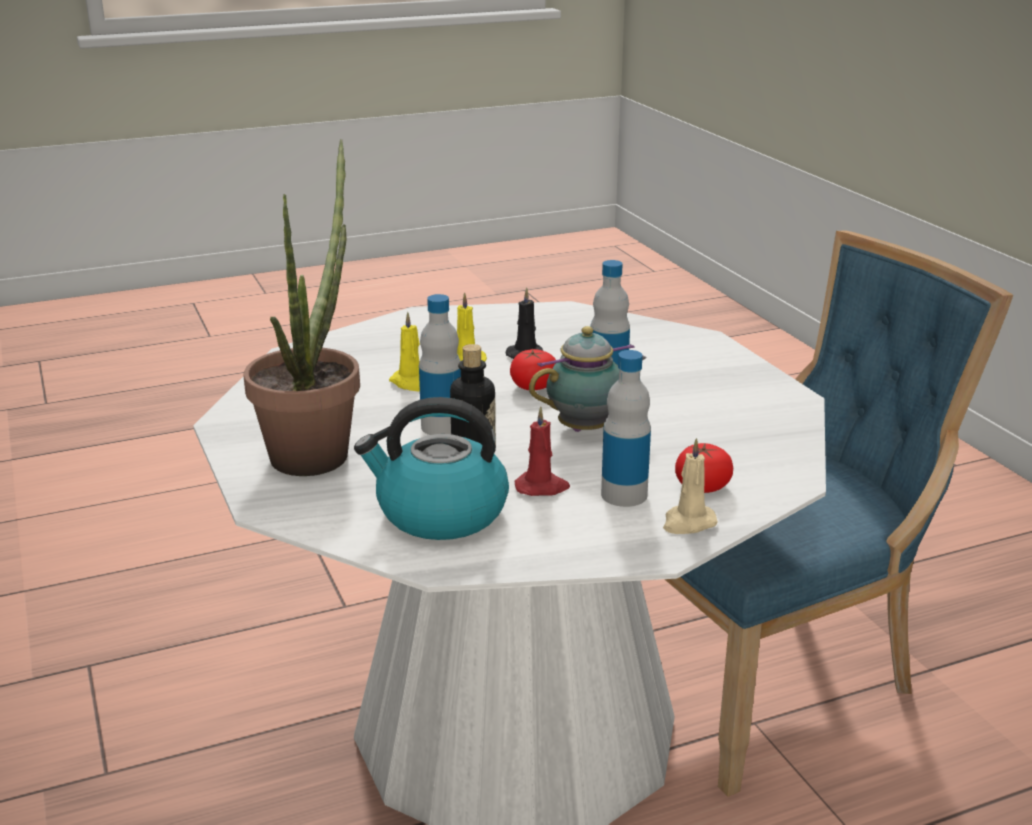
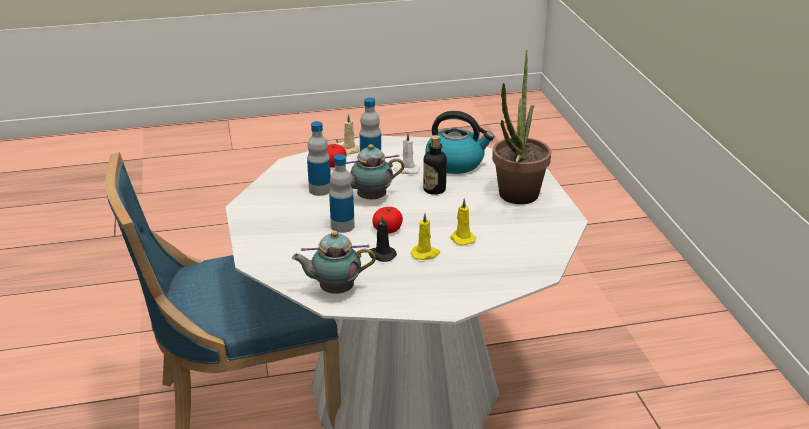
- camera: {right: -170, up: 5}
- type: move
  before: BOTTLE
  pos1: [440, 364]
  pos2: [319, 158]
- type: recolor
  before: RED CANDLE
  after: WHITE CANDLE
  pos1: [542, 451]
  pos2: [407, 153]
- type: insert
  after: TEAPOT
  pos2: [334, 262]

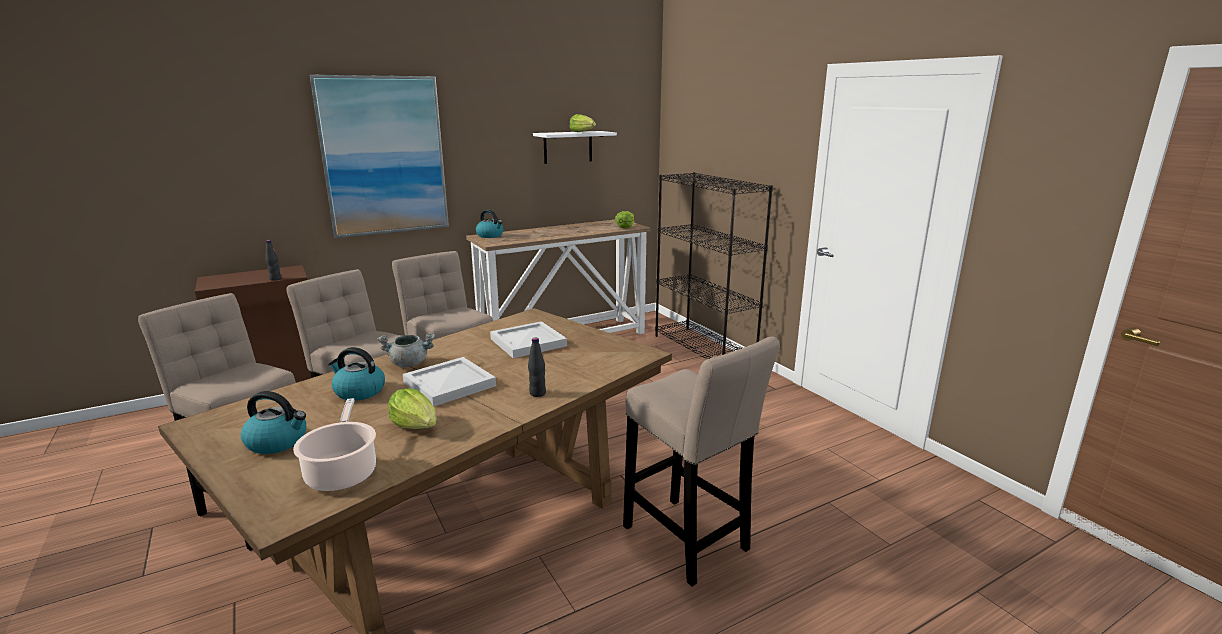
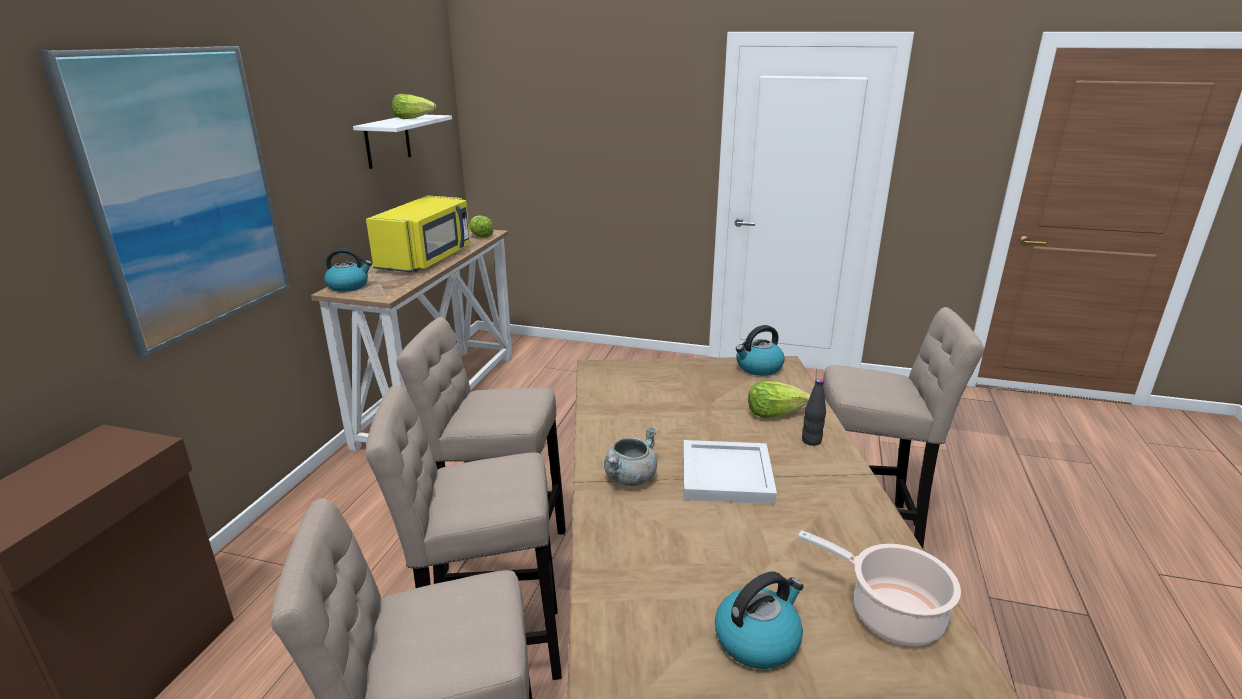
- camera: {right: -45, up: 5}
- type: delete
  before: BLACK BOTTLE
  pos1: [274, 260]
- type: move
  before: KETTLE
  pos1: [356, 374]
  pos2: [760, 350]
- type: move
  before: LETTUCE
  pos1: [412, 408]
  pos2: [779, 399]
- type: delete
  before: WHITE TRAY
  pos1: [528, 339]
- type: delete
  before: BLACK BOOKCASE
  pos1: [714, 265]
- type: insert
  after: YELLOW MICROWAVE
  pos2: [418, 233]

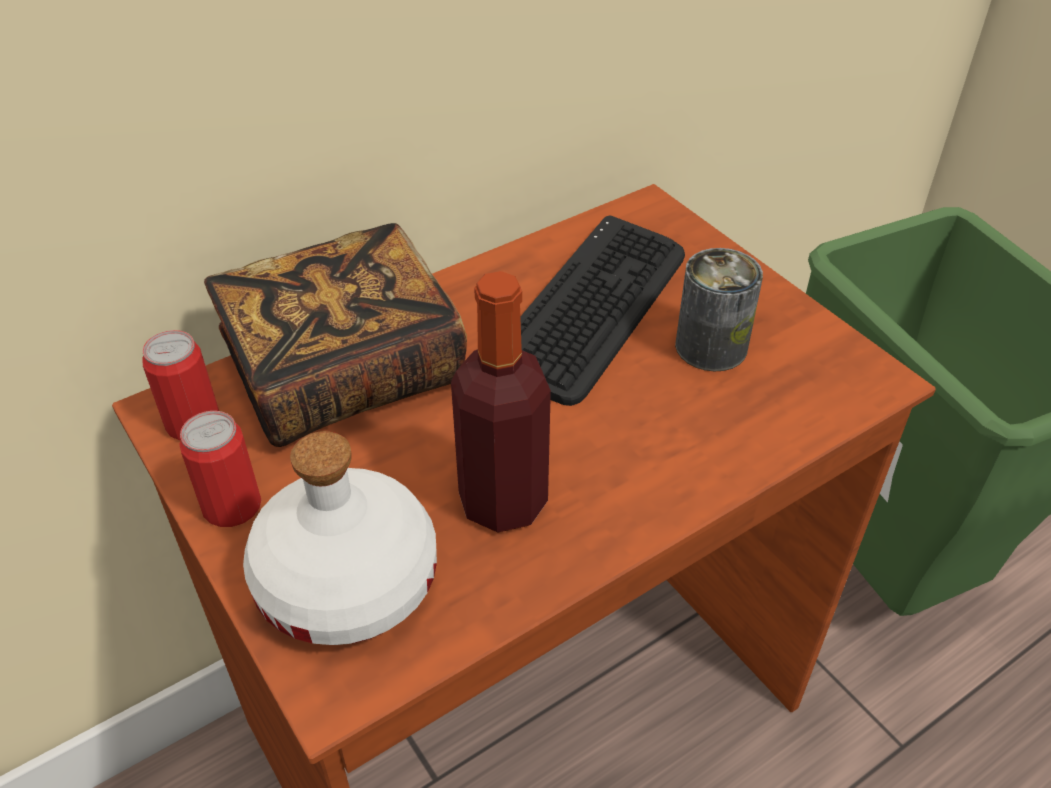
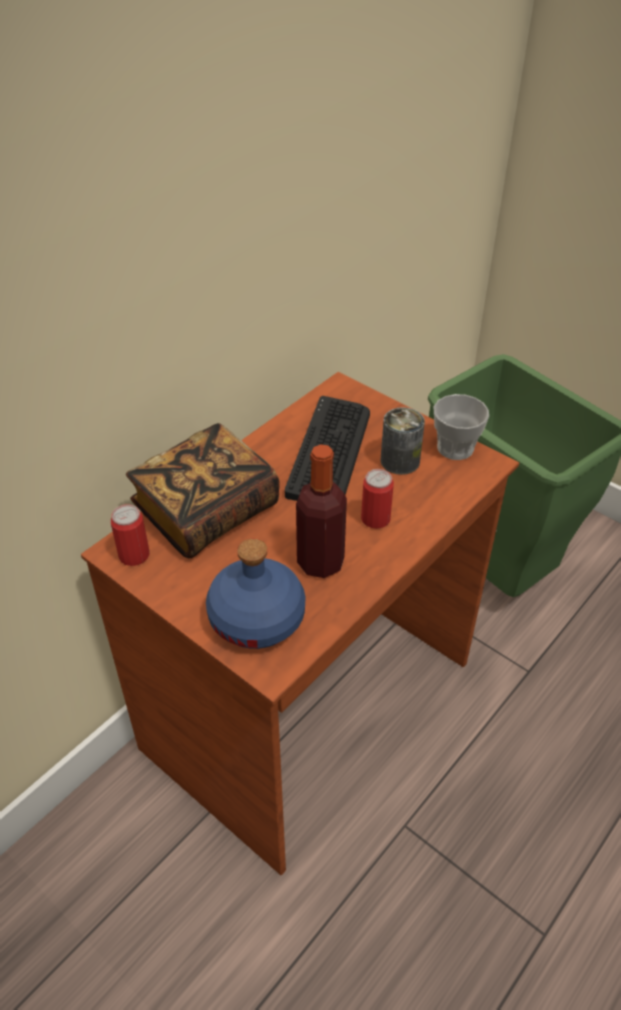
- camera: {right: -15, up: 0}
- type: move
  before: CAN
  pos1: [220, 469]
  pos2: [377, 499]
- type: recolor
  before: WHITE BOTTLE
  after: BLUE BOTTLE
  pos1: [340, 538]
  pos2: [256, 594]
- type: insert
  after: CUP
  pos2: [461, 427]

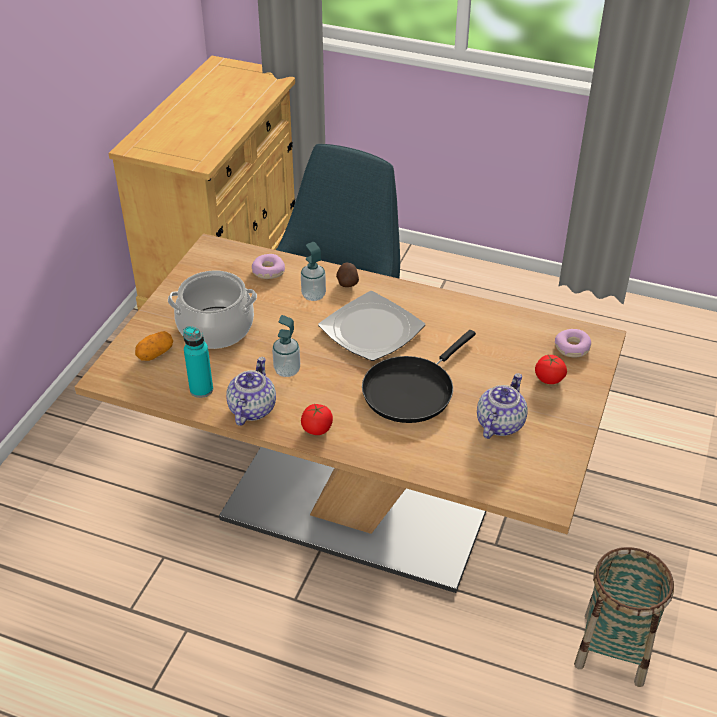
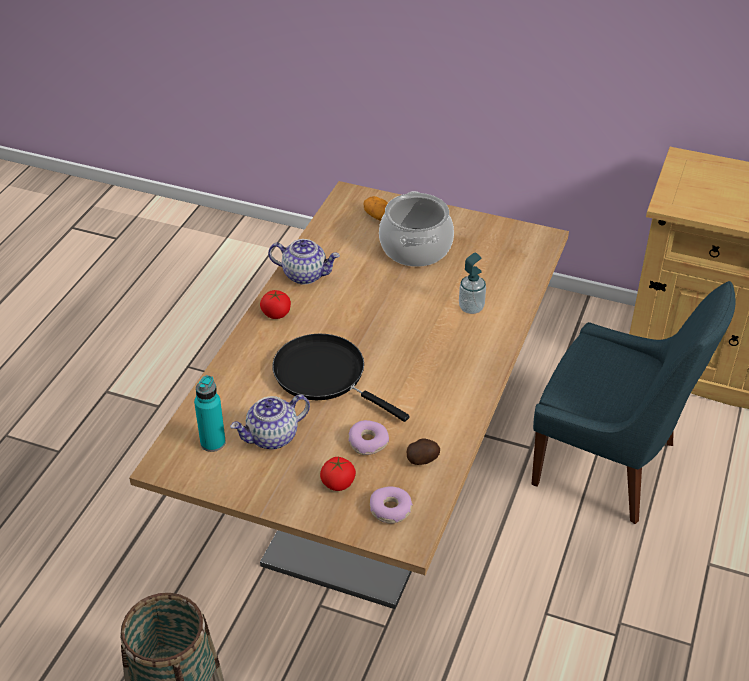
- camera: {right: 90, up: 0}
- type: move
  before: TURQUOISE BOTTLE
  pos1: [198, 362]
  pos2: [210, 413]
- type: move
  before: DONUT
  pos1: [268, 266]
  pos2: [368, 437]
- type: delete
  before: SOAP DISPENSER
  pos1: [286, 346]
- type: delete
  before: PLATE
  pos1: [371, 326]
- type: move
  before: POTATO
  pos1: [347, 275]
  pos2: [423, 451]
- type: rotate
  before: TEAPOT
  pos1: [502, 406]
  pos2: [270, 422]
  turn: 120

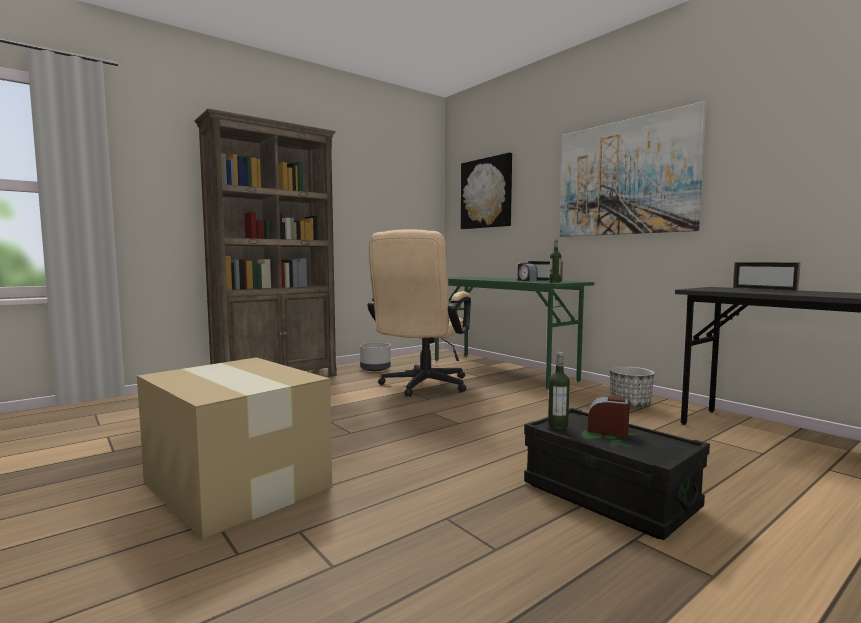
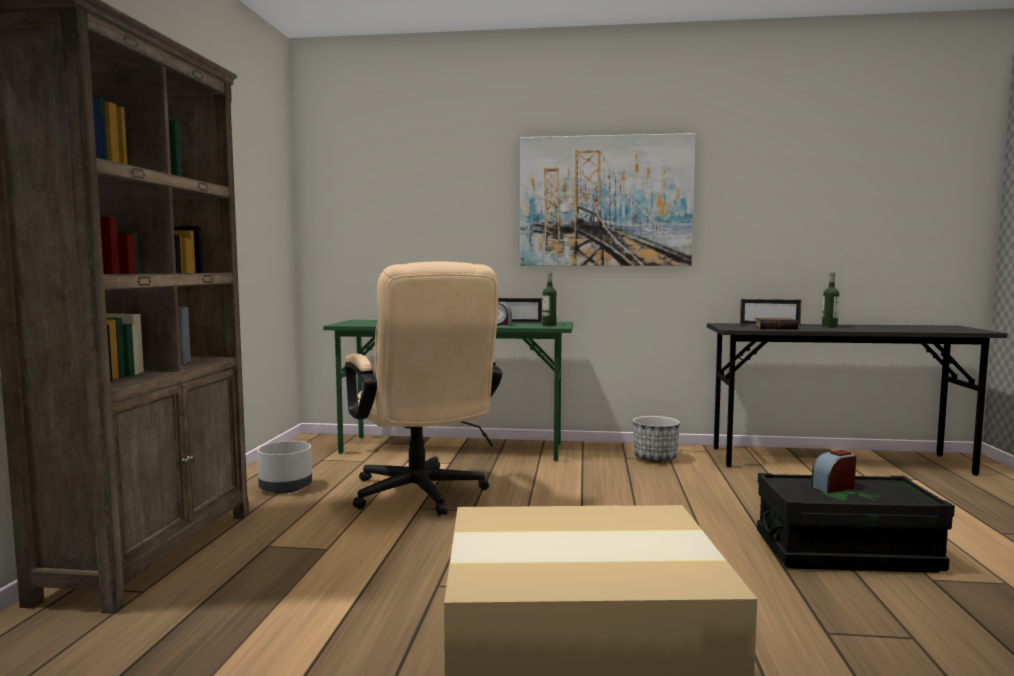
- camera: {right: -45, up: 0}
- type: delete
  before: PICTURE
  pos1: [486, 190]
- type: move
  before: BOTTLE
  pos1: [559, 390]
  pos2: [830, 300]
- type: insert
  after: BOOK
  pos2: [776, 324]

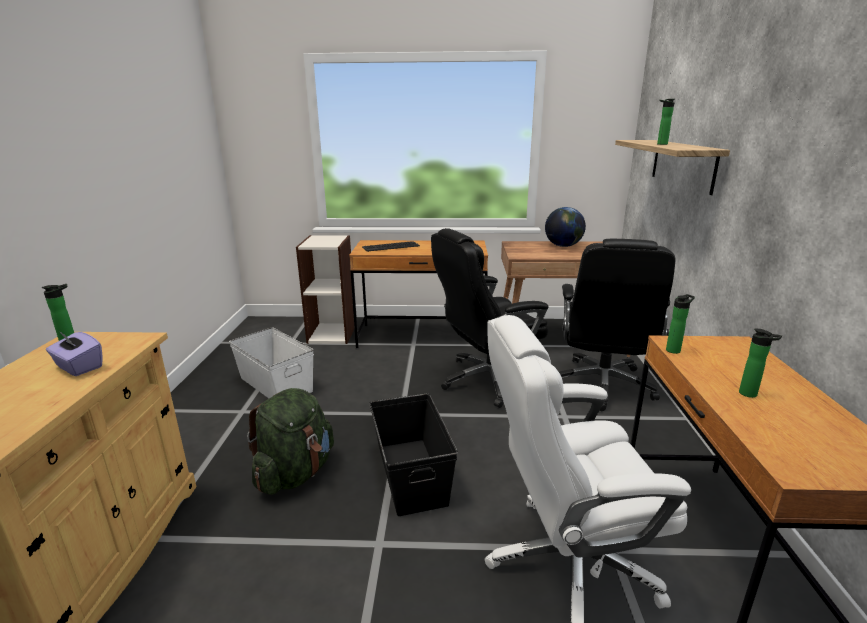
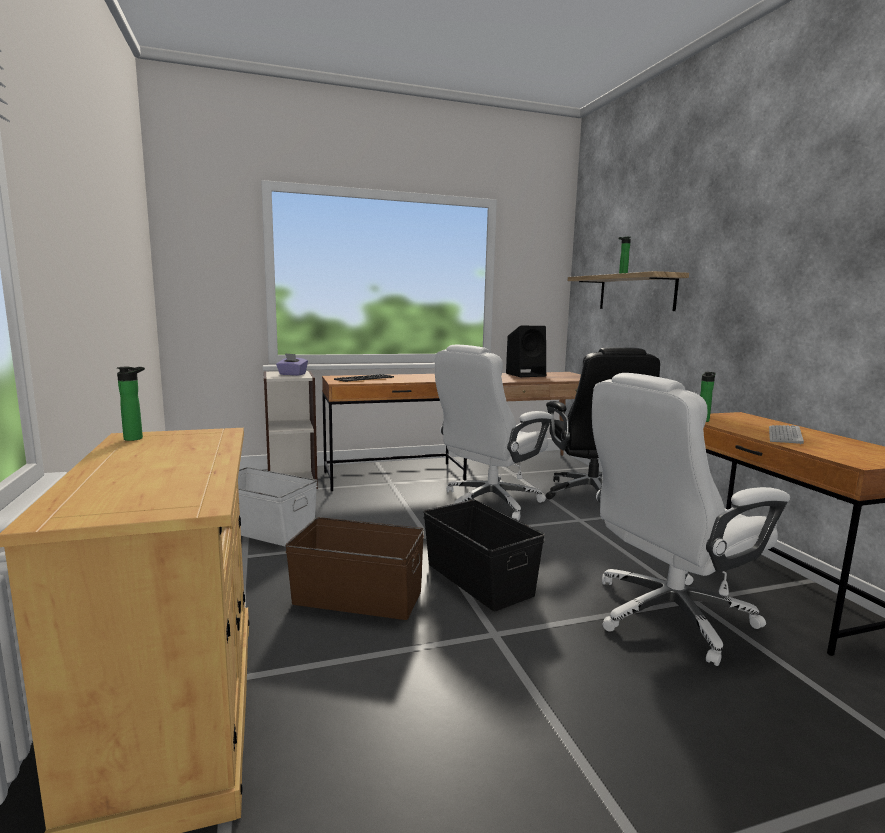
- camera: {right: -20, up: -10}
- type: move
  before: PURPLE TISSUE BOX
  pos1: [74, 353]
  pos2: [292, 364]
- type: replace
  before: GREEN BACKPACK
  after: BROWN STORAGE BOX
  pos1: [290, 441]
  pos2: [354, 568]
- type: recolor
  before: BLACK OFFICE CHAIR
  after: WHITE OFFICE CHAIR
  pos1: [490, 318]
  pos2: [493, 433]
- type: replace
  before: GLOBE
  after: BLACK SPEAKER
  pos1: [565, 227]
  pos2: [526, 351]
- type: replace
  before: BOTTLE
  after: KEYBOARD
  pos1: [760, 363]
  pos2: [786, 434]

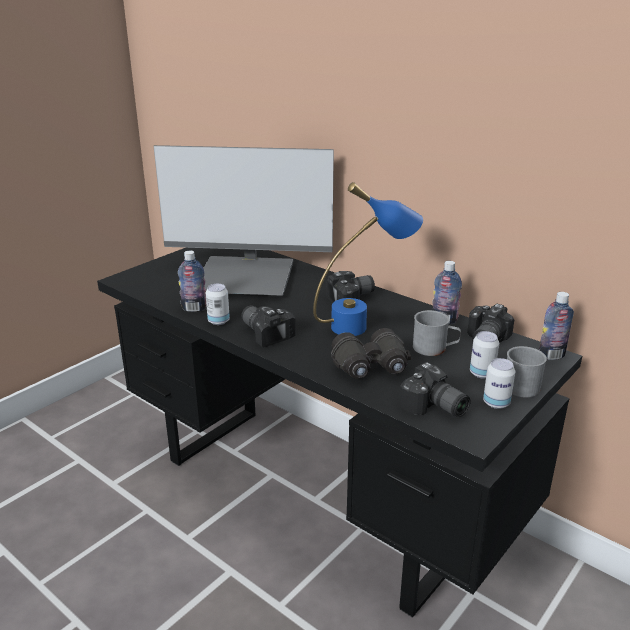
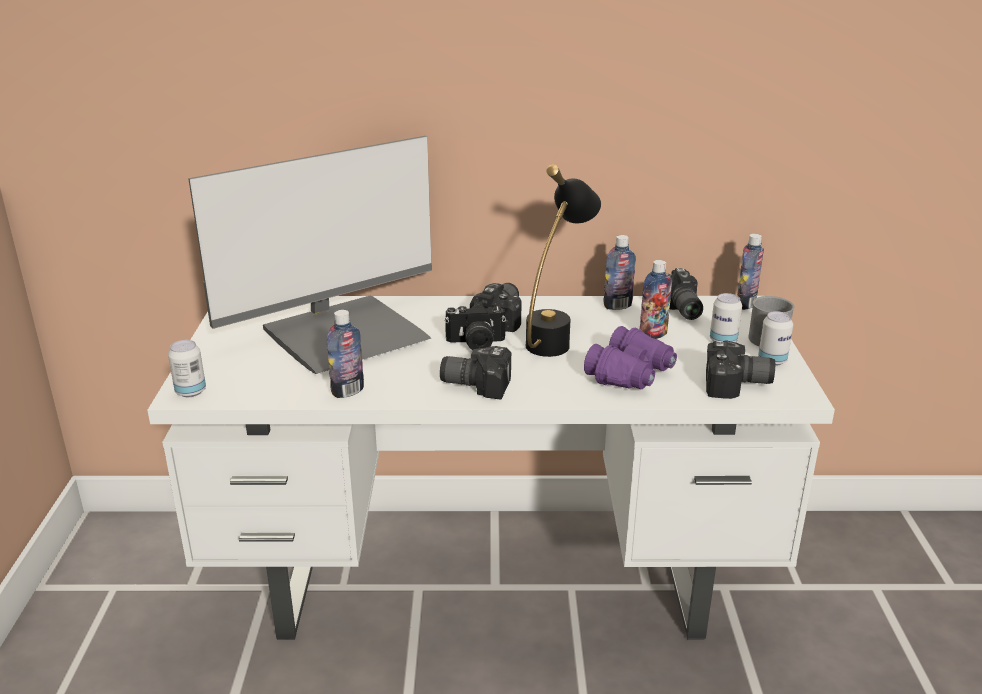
- camera: {right: -40, up: 0}
- type: recolor
  before: BLACK DESK
  after: WHITE DESK
  pos1: [339, 433]
  pos2: [491, 468]
- type: move
  before: CAN
  pos1: [218, 304]
  pos2: [187, 368]
- type: recolor
  before: BLUE TABLE LAMP
  after: BLACK TABLE LAMP
  pos1: [368, 259]
  pos2: [563, 260]
- type: recolor
  before: BLACK BINOCULARS
  after: PURPLE BINOCULARS
  pos1: [371, 353]
  pos2: [630, 357]
- type: replace
  before: GREY MUG
  after: BOTTLE
  pos1: [437, 333]
  pos2: [656, 299]
- type: insert
  after: PHOTO CAMERA
  pos2: [475, 325]

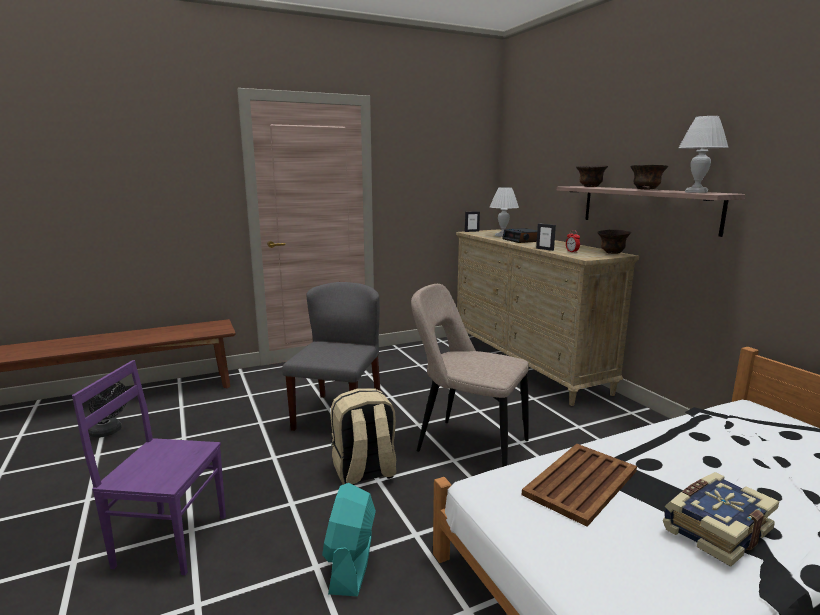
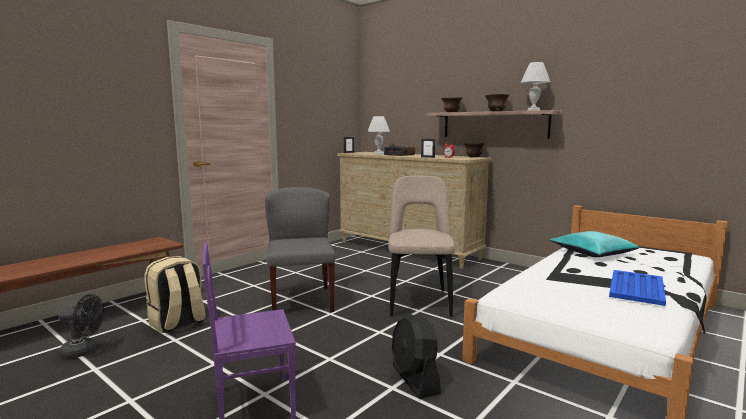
- camera: {right: -25, up: -5}
- type: recolor
  before: TURQUOISE FAN
  after: BLACK FAN
  pos1: [349, 539]
  pos2: [416, 356]
- type: move
  before: BEIGE BACKPACK
  pos1: [364, 436]
  pos2: [175, 294]
- type: rotate
  before: BEIGE CHAIR
  pos1: [470, 375]
  pos2: [421, 246]
  turn: 90
- type: delete
  before: BROWN TRAY
  pos1: [579, 485]
- type: replace
  before: BOOK
  after: BLUE TRAY
  pos1: [721, 519]
  pos2: [637, 288]
- type: insert
  after: TURQUOISE PILLOW
  pos2: [594, 244]

